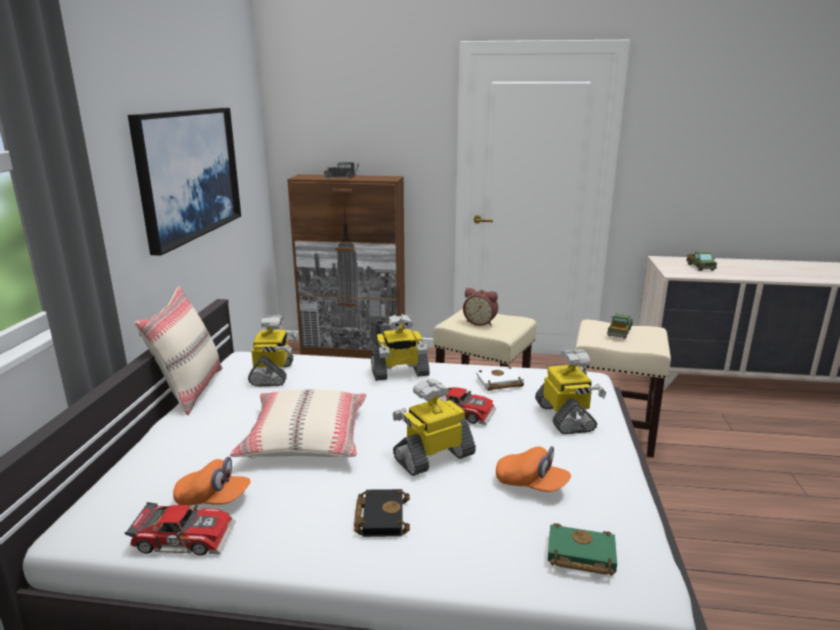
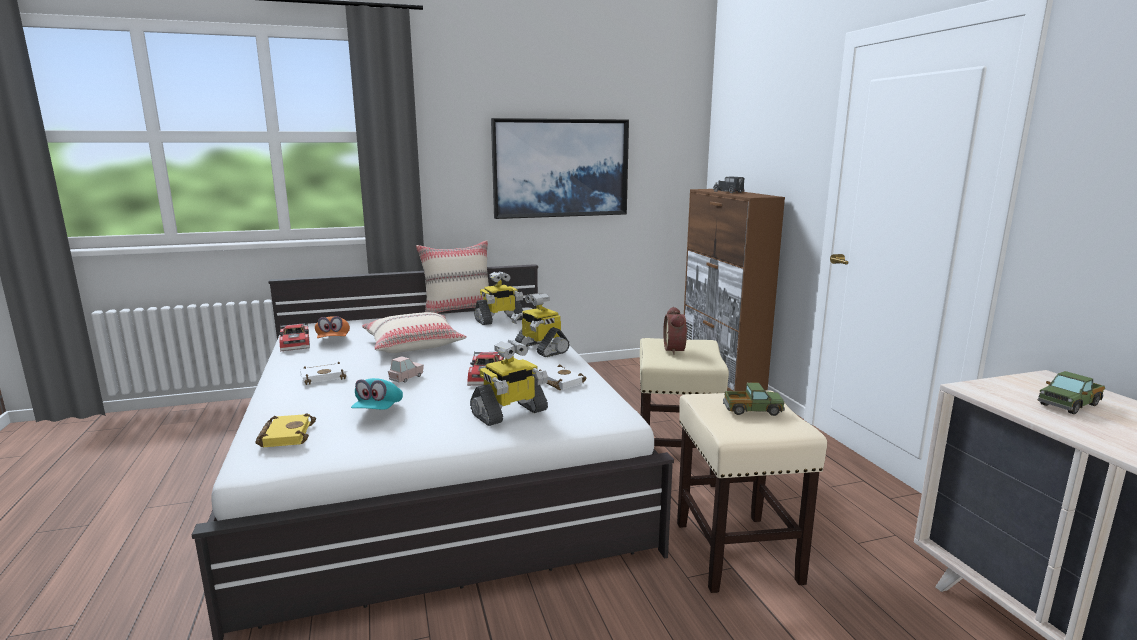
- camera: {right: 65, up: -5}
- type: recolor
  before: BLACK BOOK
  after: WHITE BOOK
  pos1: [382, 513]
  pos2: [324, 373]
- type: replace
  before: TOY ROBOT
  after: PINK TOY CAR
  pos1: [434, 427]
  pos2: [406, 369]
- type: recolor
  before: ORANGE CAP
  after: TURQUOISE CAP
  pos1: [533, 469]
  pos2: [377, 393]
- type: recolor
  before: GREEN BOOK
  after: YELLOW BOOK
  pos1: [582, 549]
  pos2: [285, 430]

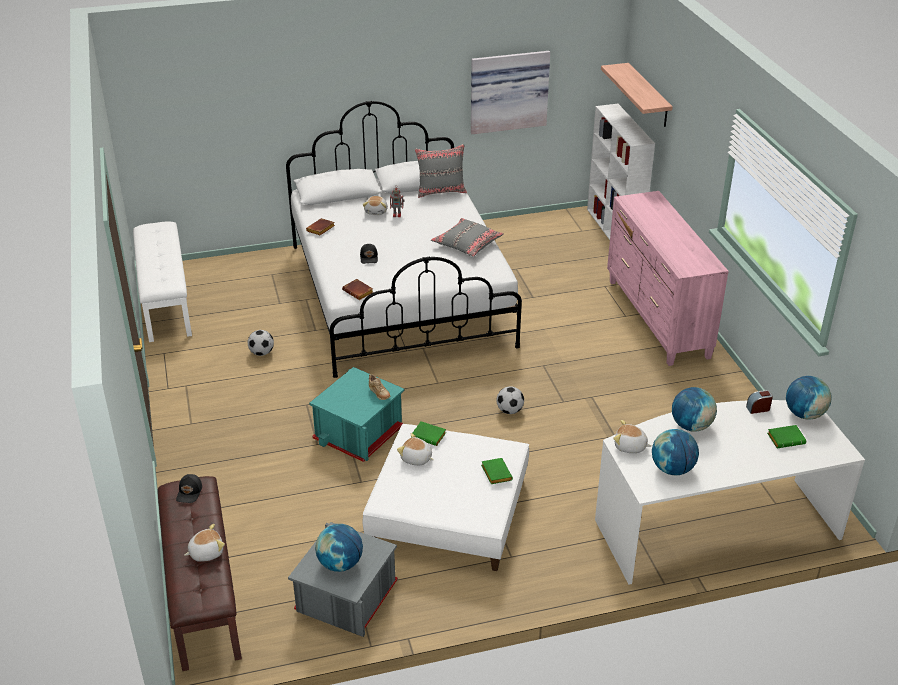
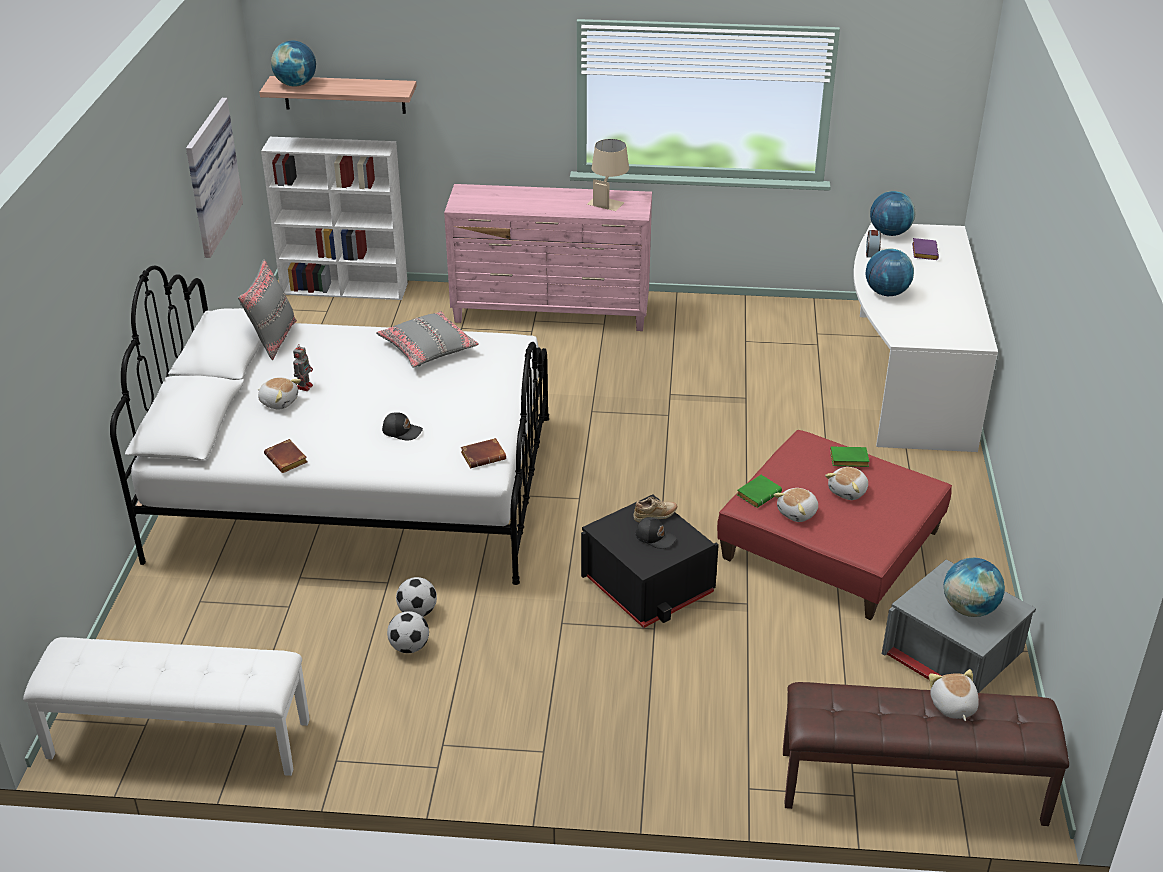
- camera: {right: -70, up: 0}
- type: move
  before: BLACK CAP
  pos1: [189, 488]
  pos2: [656, 533]
- type: recolor
  before: TURQUOISE STORAGE BOX
  after: BLACK STORAGE BOX
  pos1: [356, 414]
  pos2: [650, 561]
- type: recolor
  before: WHITE OTTOMAN
  after: RED OTTOMAN
  pos1: [445, 497]
  pos2: [834, 525]
- type: move
  before: FOOTBALL
  pos1: [510, 400]
  pos2: [416, 597]
- type: move
  before: PLUSH TOY
  pos1: [632, 436]
  pos2: [846, 483]
- type: move
  before: GLOBE
  pos1: [675, 452]
  pos2: [293, 64]
- type: recolor
  before: GREEN BOOK
  after: PURPLE BOOK
  pos1: [786, 436]
  pos2: [925, 249]
- type: insert
  after: BEIGE TABLE LAMP
  pos2: [608, 175]

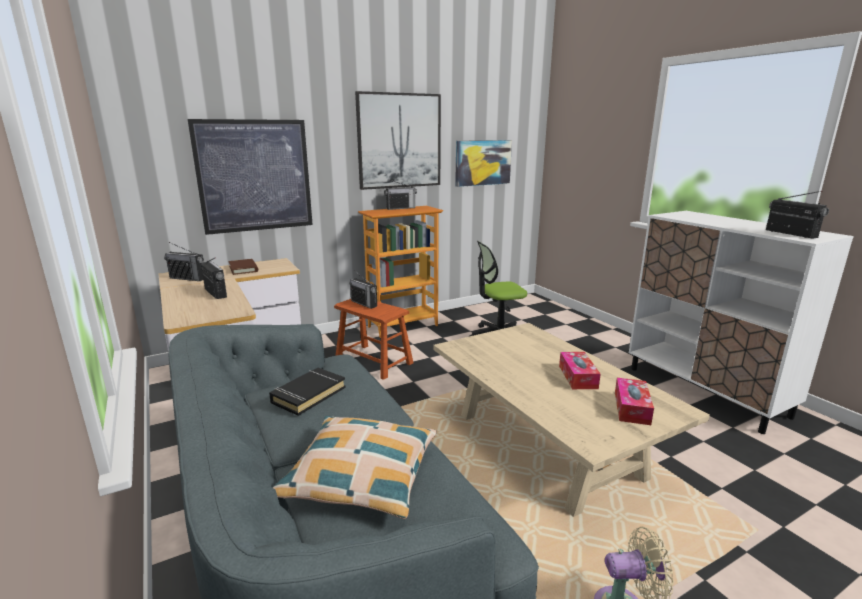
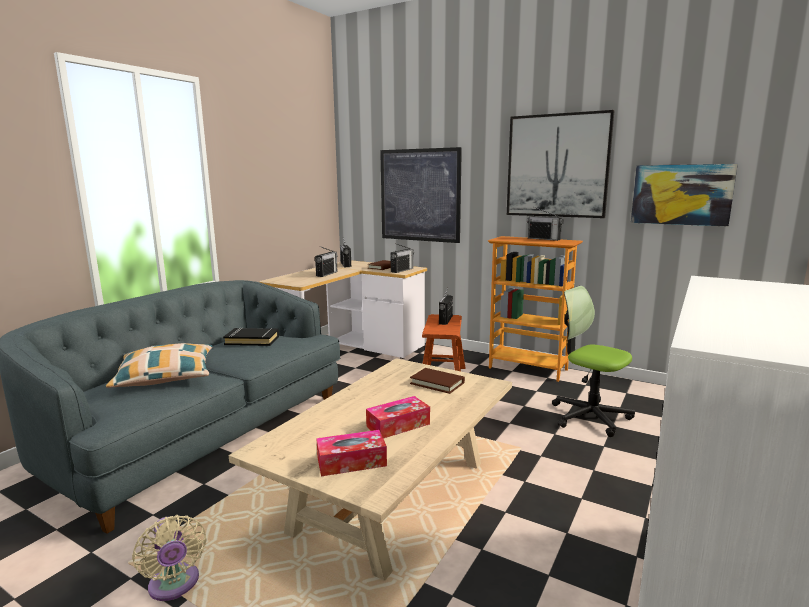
- camera: {right: 60, up: -5}
- type: move
  before: RADIO
  pos1: [797, 215]
  pos2: [402, 258]
- type: insert
  after: BROWN BOOK
  pos2: [437, 381]

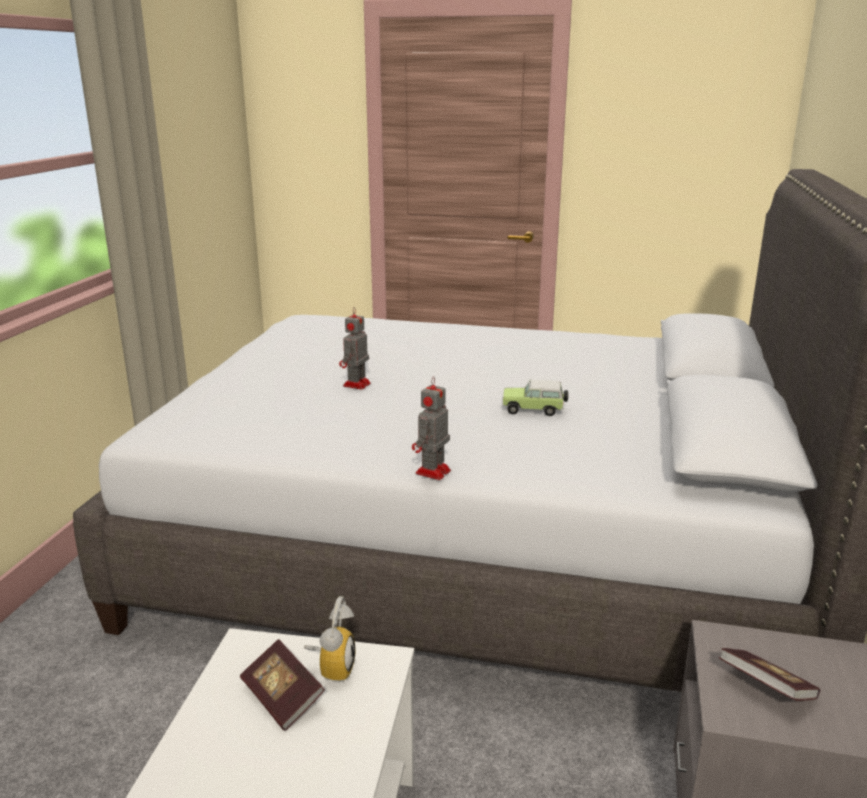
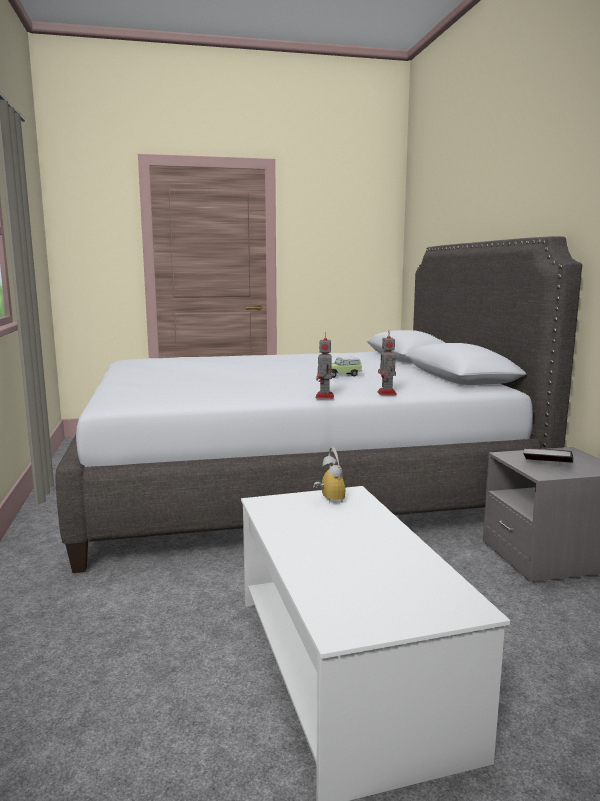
- camera: {right: -25, up: -10}
- type: delete
  before: BOOK
  pos1: [282, 685]
- type: move
  before: TOY ROBOT
  pos1: [355, 348]
  pos2: [387, 363]

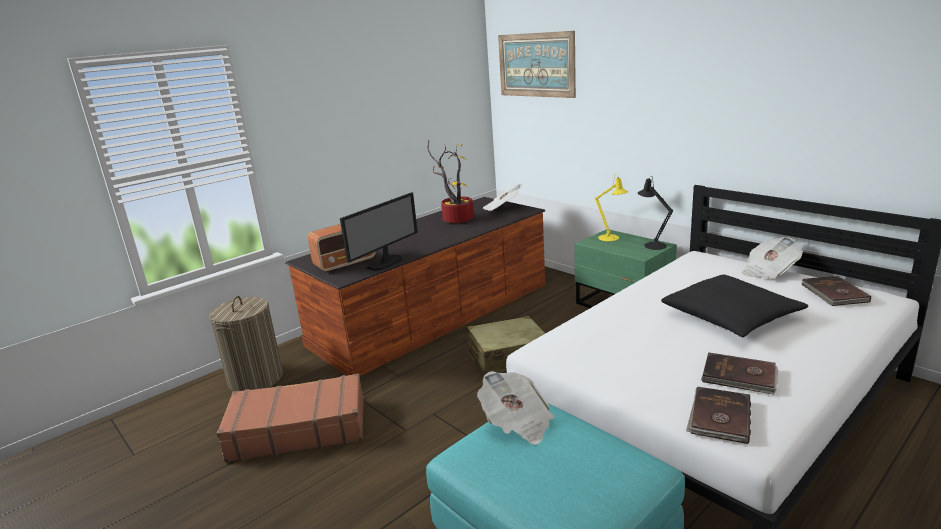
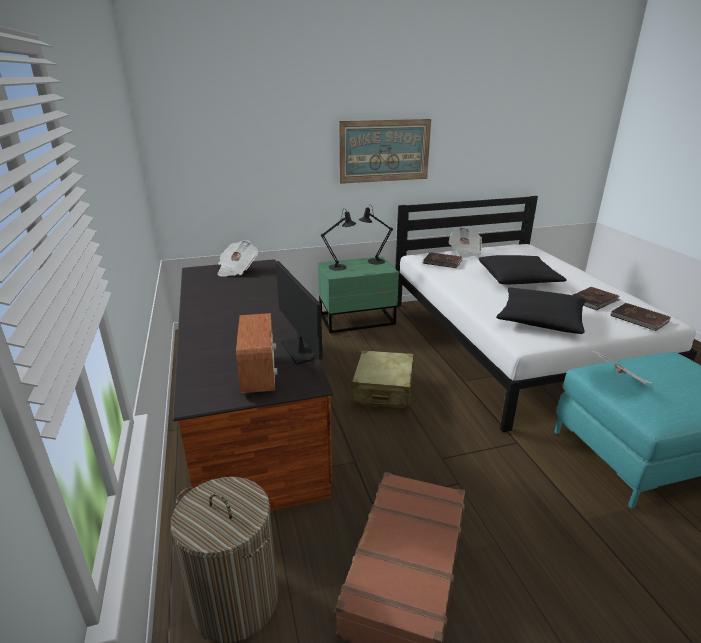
- camera: {right: -65, up: 5}
- type: delete
  before: POTTED PLANT
  pos1: [450, 181]
- type: move
  before: PICTURE
  pos1: [537, 64]
  pos2: [385, 151]
- type: recolor
  before: YELLOW TABLE LAMP
  after: BLACK TABLE LAMP
  pos1: [611, 207]
  pos2: [338, 239]
- type: move
  before: BROWN BOOK
  pos1: [836, 290]
  pos2: [442, 260]
- type: insert
  after: BLACK PILLOW
  pos2: [541, 311]

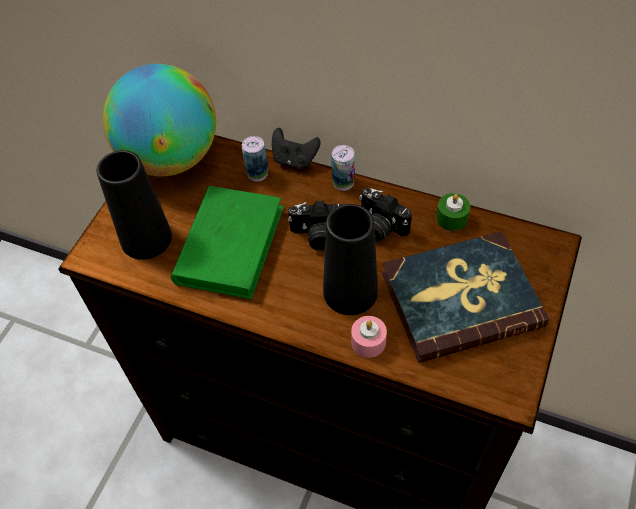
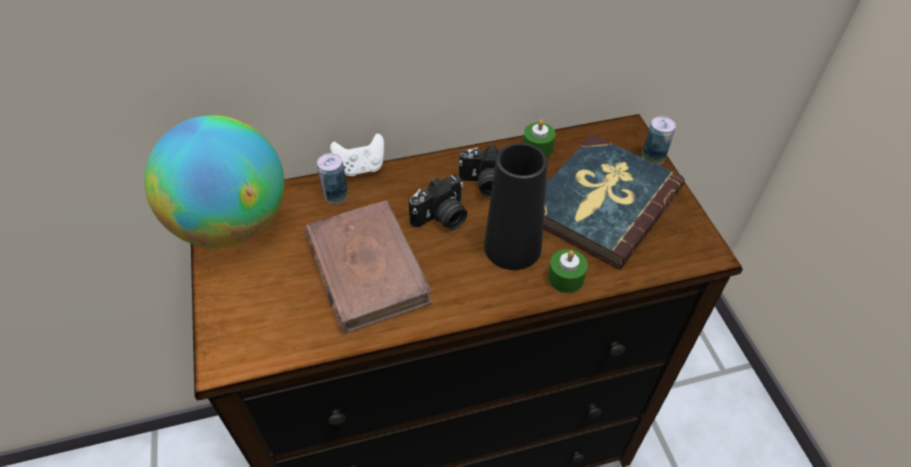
- camera: {right: -40, up: -5}
- type: delete
  before: BLACK VASE
  pos1: [134, 205]
- type: recolor
  before: GREEN BOOK
  after: BROWN BOOK
  pos1: [227, 242]
  pos2: [368, 267]
- type: recolor
  before: BLACK GAME CONTROLLER
  after: WHITE GAME CONTROLLER
  pos1: [296, 148]
  pos2: [357, 154]
- type: move
  before: CAN
  pos1: [343, 168]
  pos2: [659, 140]
- type: recolor
  before: PINK CANDLE
  after: GREEN CANDLE
  pos1: [369, 337]
  pos2: [568, 271]

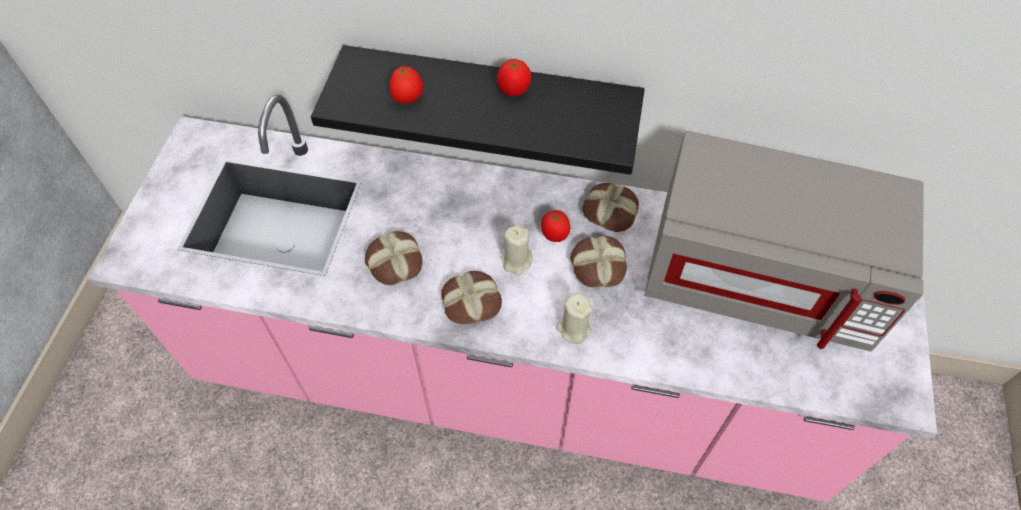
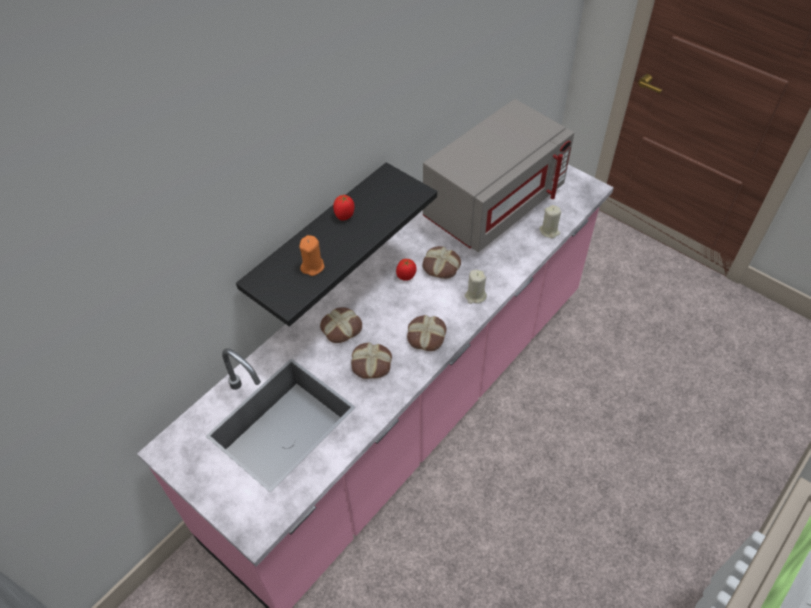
- camera: {right: -60, up: -5}
- type: replace
  before: TOMATO
  after: ORANGE CANDLE
  pos1: [406, 85]
  pos2: [312, 255]
- type: move
  before: BEIGE CANDLE
  pos1: [517, 250]
  pos2: [550, 221]
- type: move
  before: BREAD
  pos1: [610, 207]
  pos2: [341, 325]

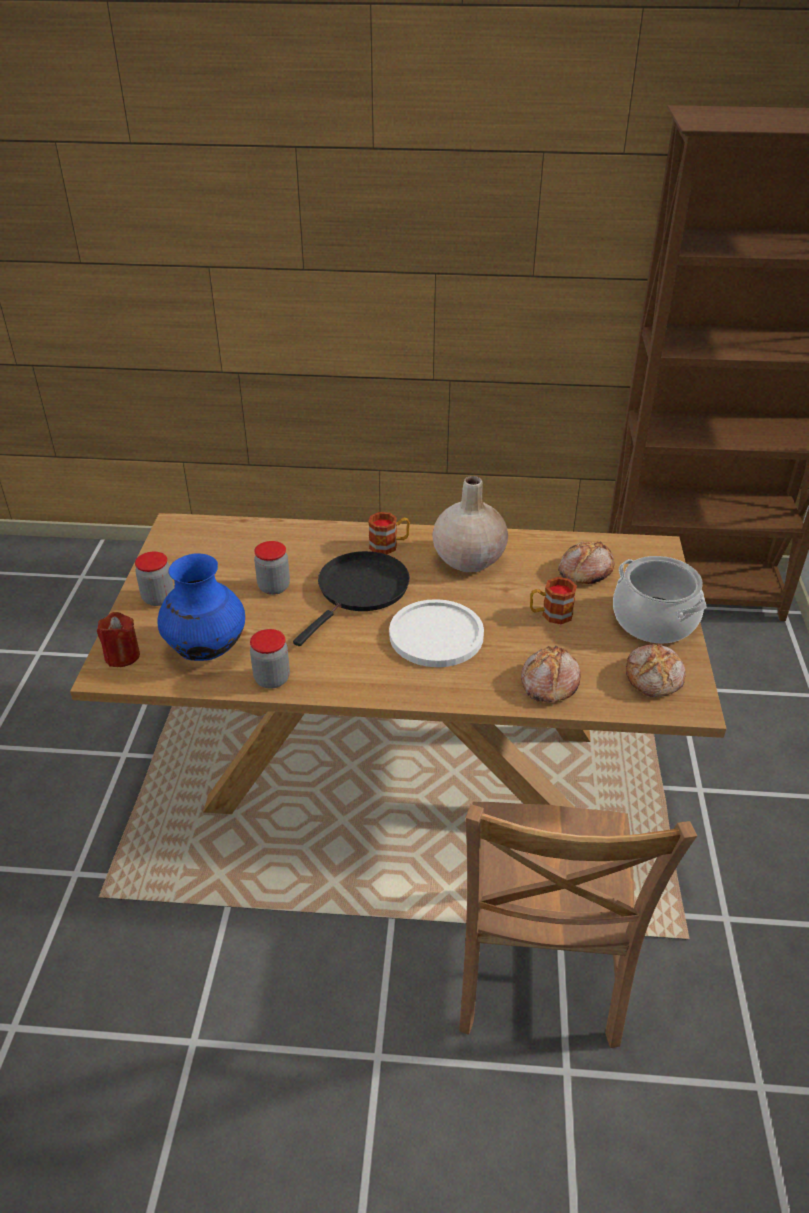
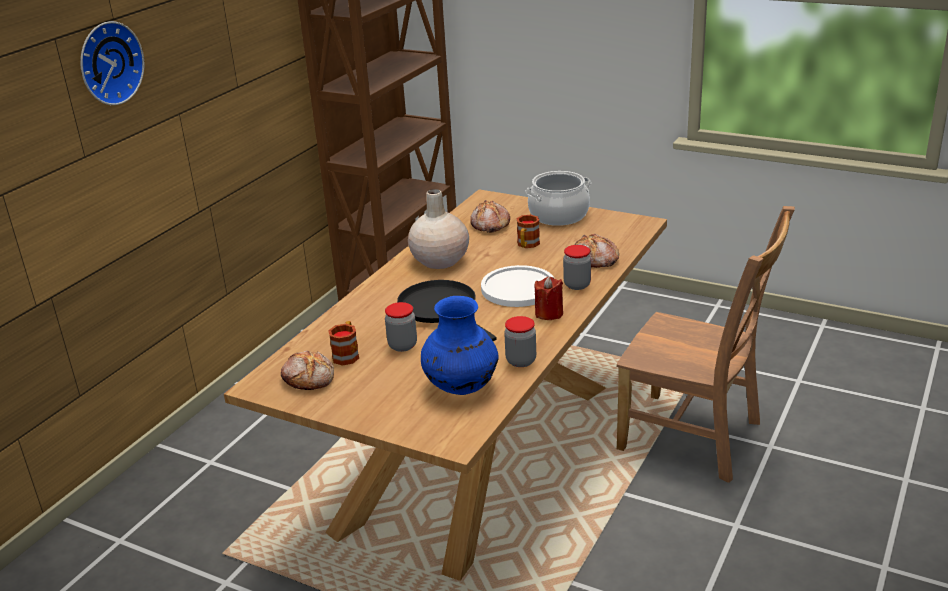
- camera: {right: -65, up: -10}
- type: move
  before: RED CANDLE
  pos1: [118, 639]
  pos2: [549, 298]
- type: move
  before: JAR
  pos1: [154, 578]
  pos2: [577, 267]
- type: move
  before: MUG
  pos1: [389, 533]
  pos2: [343, 343]
- type: move
  before: BREAD
  pos1: [655, 670]
  pos2: [307, 370]
- type: insert
  after: WALL CLOCK
  pos2: [112, 63]

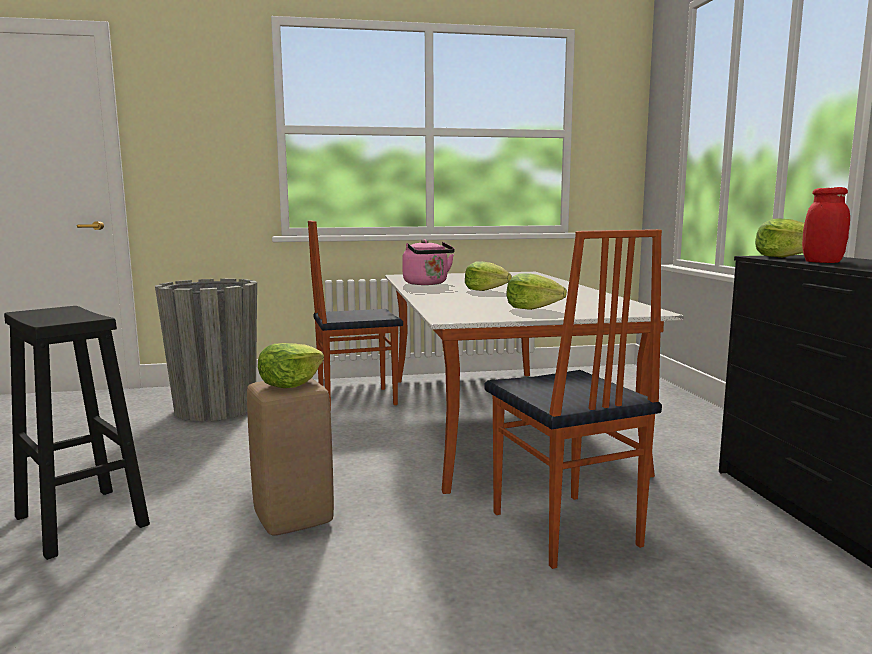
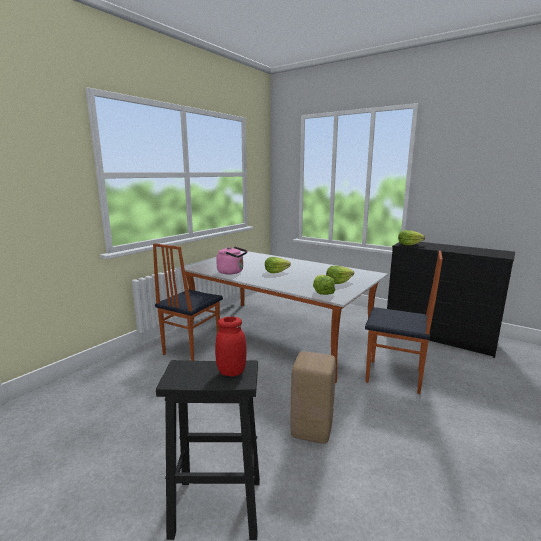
- camera: {right: -45, up: 5}
- type: delete
  before: GREY PLANTER
  pos1: [206, 350]
- type: move
  before: LETTUCE
  pos1: [291, 365]
  pos2: [324, 285]
- type: move
  before: RED JAR
  pos1: [826, 225]
  pos2: [231, 346]

